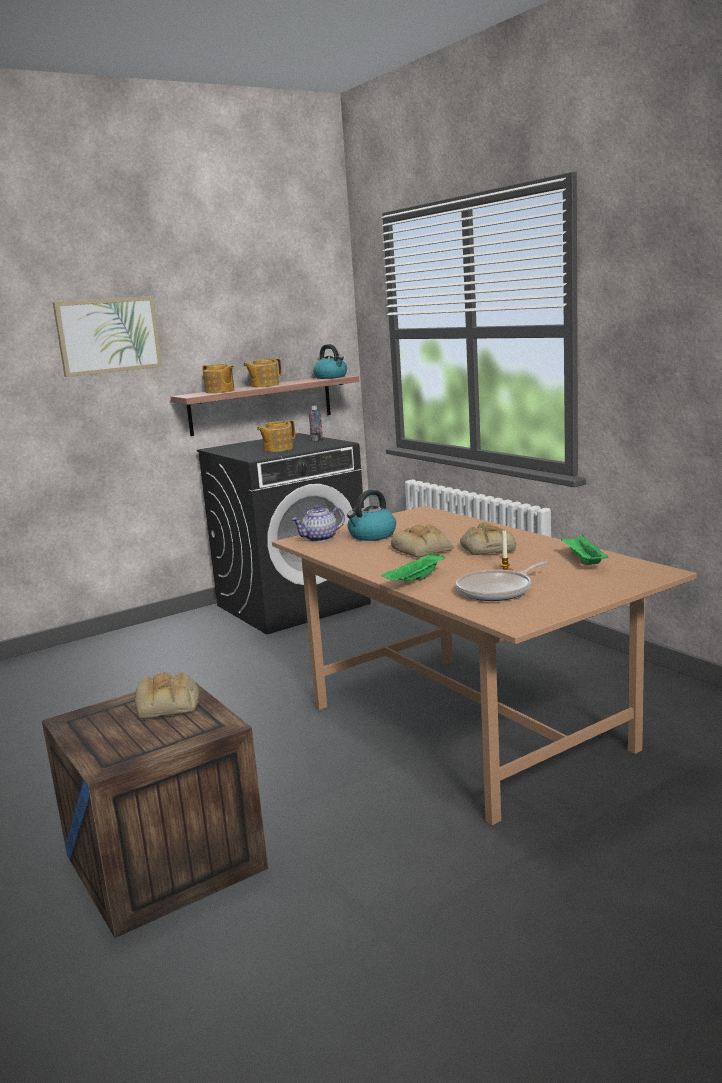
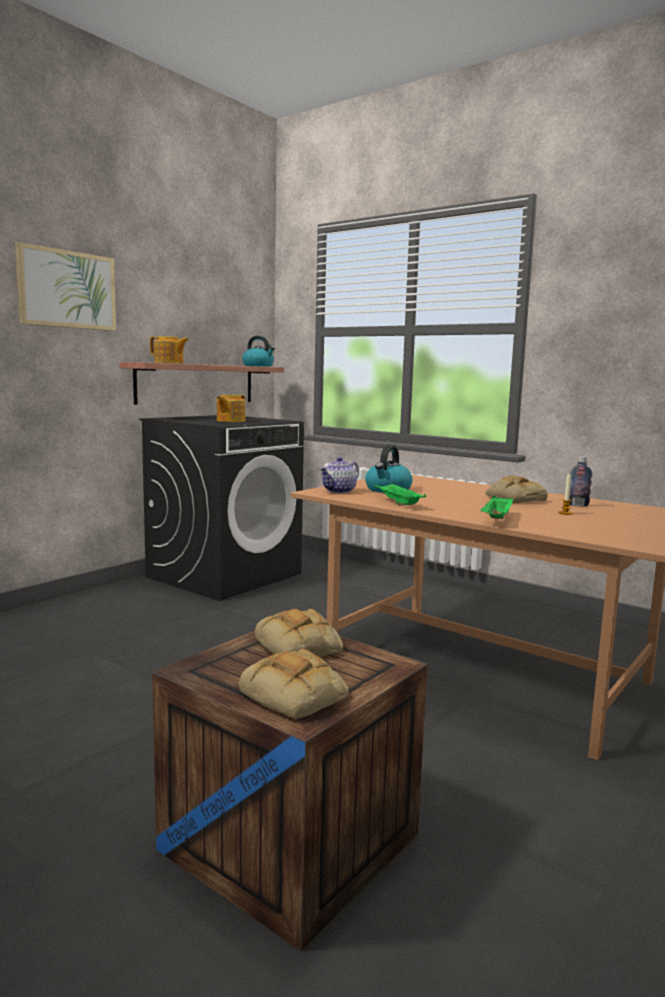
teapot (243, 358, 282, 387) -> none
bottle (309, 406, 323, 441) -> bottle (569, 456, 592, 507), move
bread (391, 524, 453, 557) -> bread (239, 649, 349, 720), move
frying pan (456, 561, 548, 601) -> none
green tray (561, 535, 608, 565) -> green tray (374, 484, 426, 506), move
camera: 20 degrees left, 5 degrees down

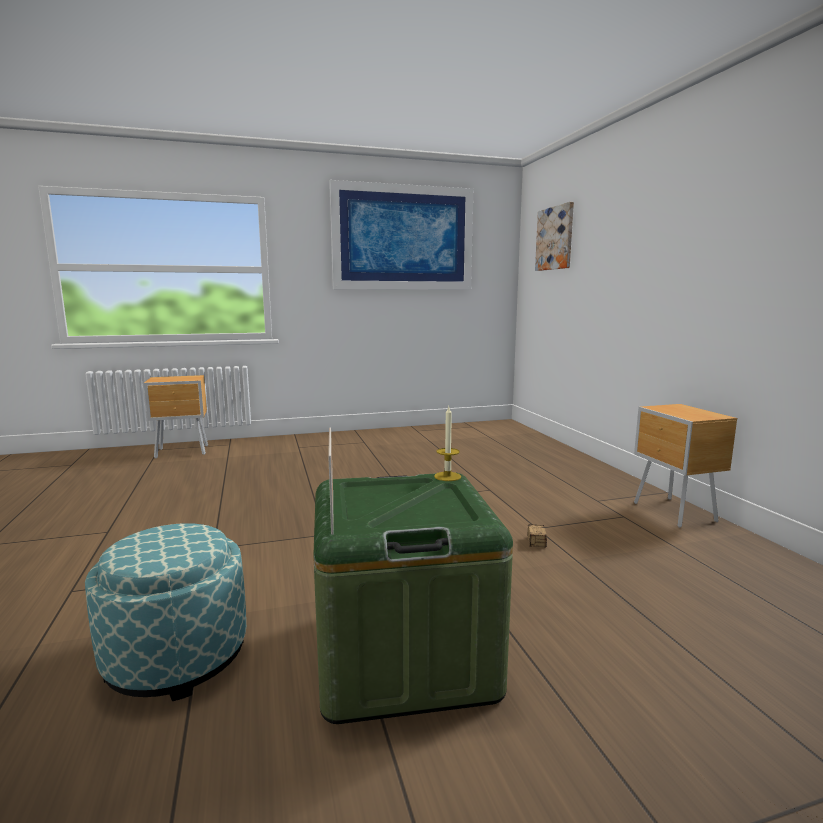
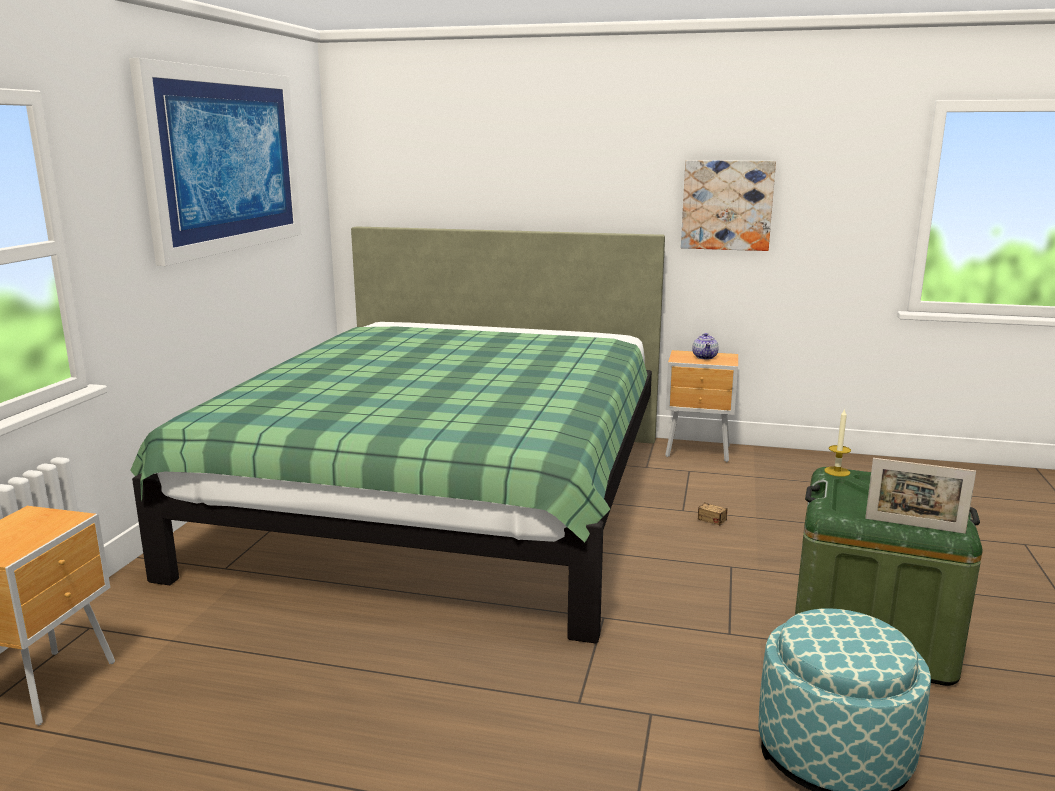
picture (535, 202, 574, 271) -> picture (681, 160, 776, 251), move
none -> green bed (130, 226, 665, 644)
none -> teapot (692, 333, 719, 359)
camera: 60 degrees left, 5 degrees up

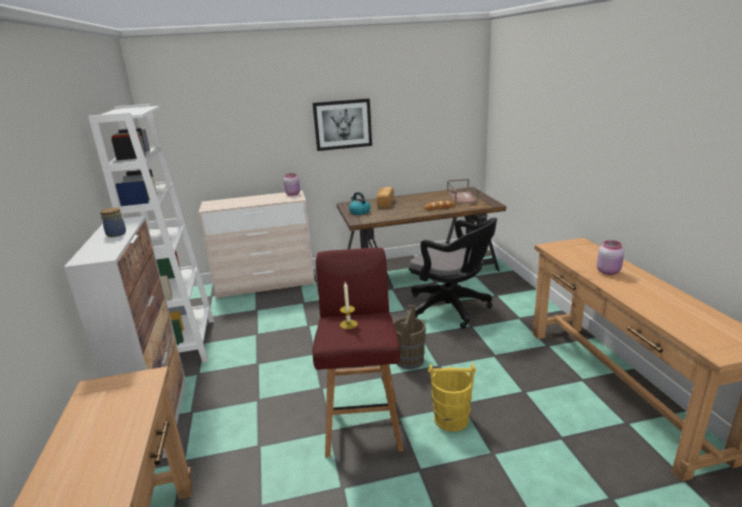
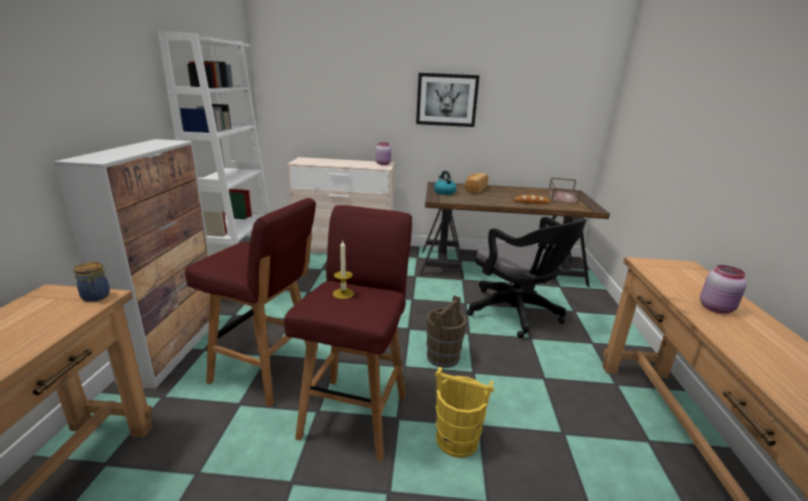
jar (100, 208, 126, 237) -> jar (73, 262, 110, 302), move
none -> red stool (185, 198, 317, 407)
camera: 15 degrees right, 0 degrees up

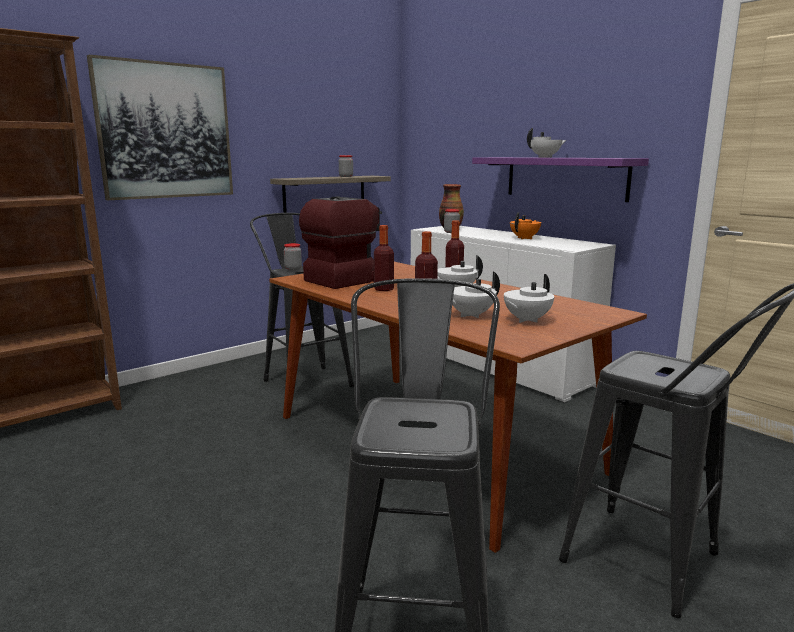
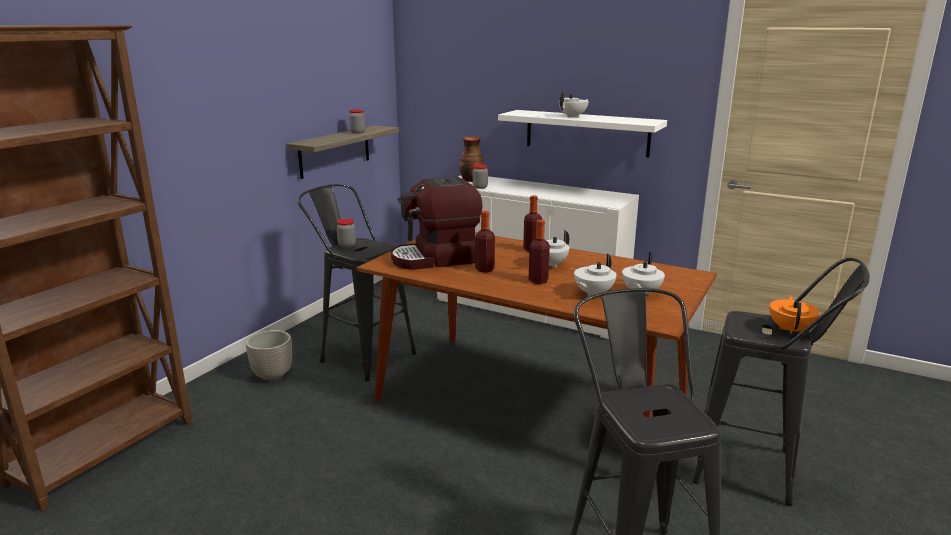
picture (87, 55, 233, 200) -> none
coffee machine (299, 197, 382, 289) -> coffee machine (391, 177, 483, 270), 135 degrees counterclockwise
purple shelf (472, 157, 649, 202) -> white shelf (498, 110, 667, 158)
orange teapot (510, 212, 541, 239) -> orange teapot (769, 295, 820, 335), move
none -> planter (246, 330, 292, 381)
camera: 20 degrees left, 5 degrees up

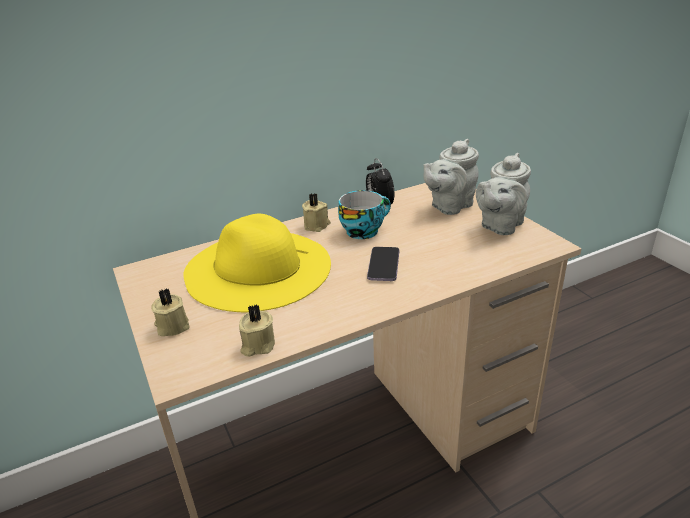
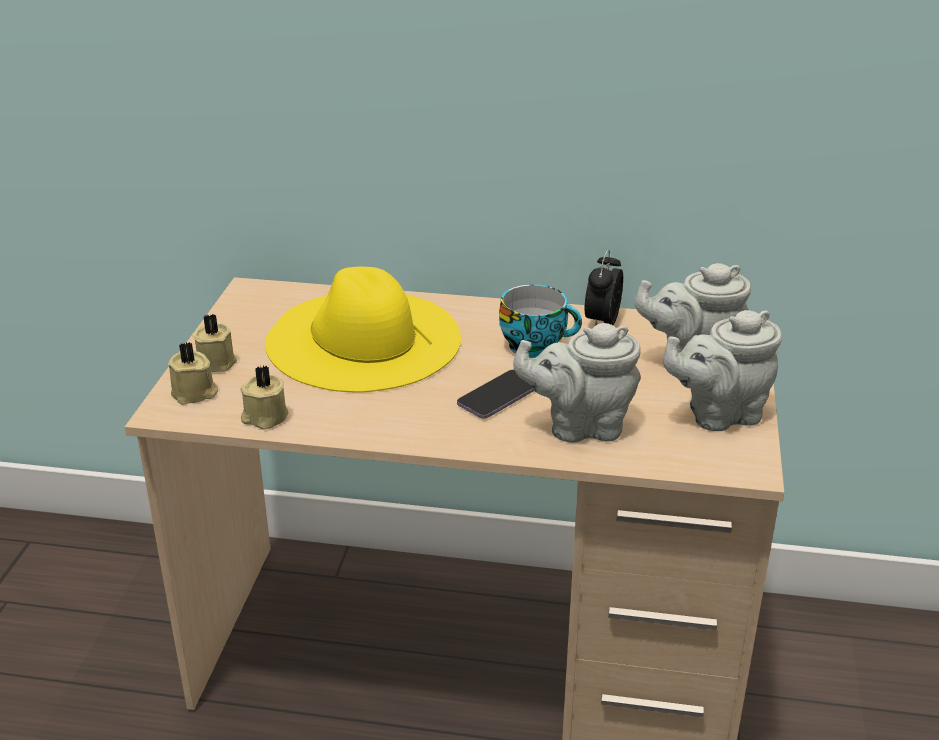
beige candle (302, 193, 331, 232) -> beige candle (168, 342, 218, 405), move
none -> grey teapot (513, 323, 641, 443)
camera: 35 degrees right, 0 degrees up

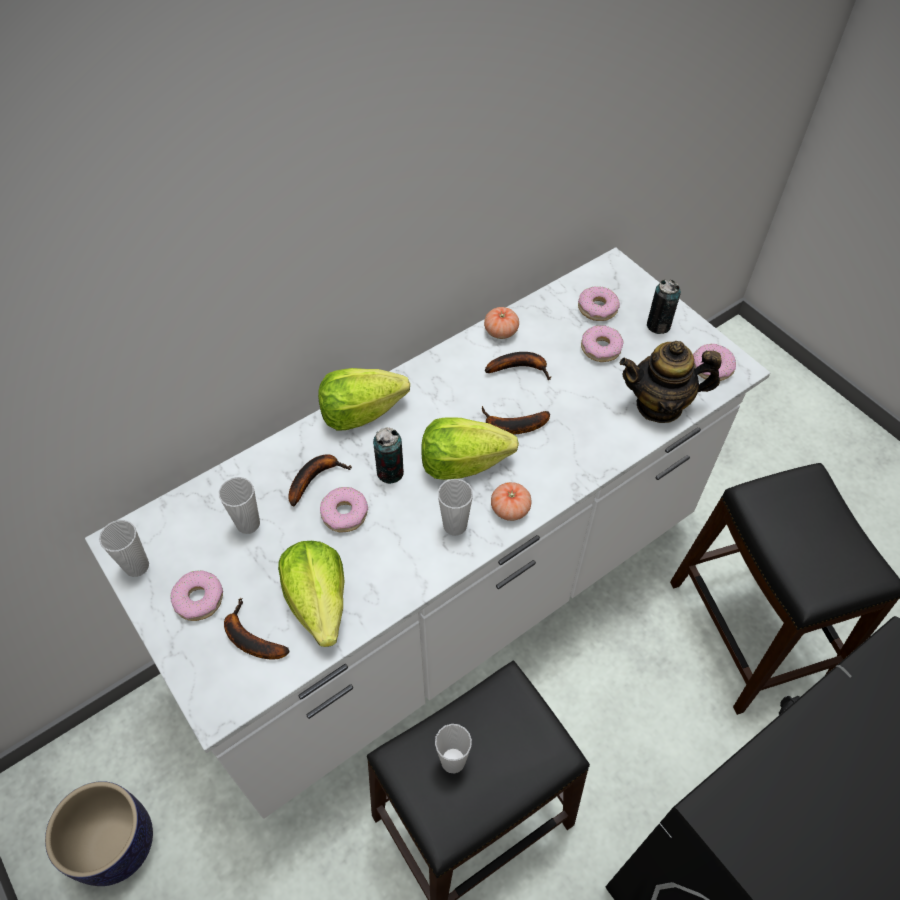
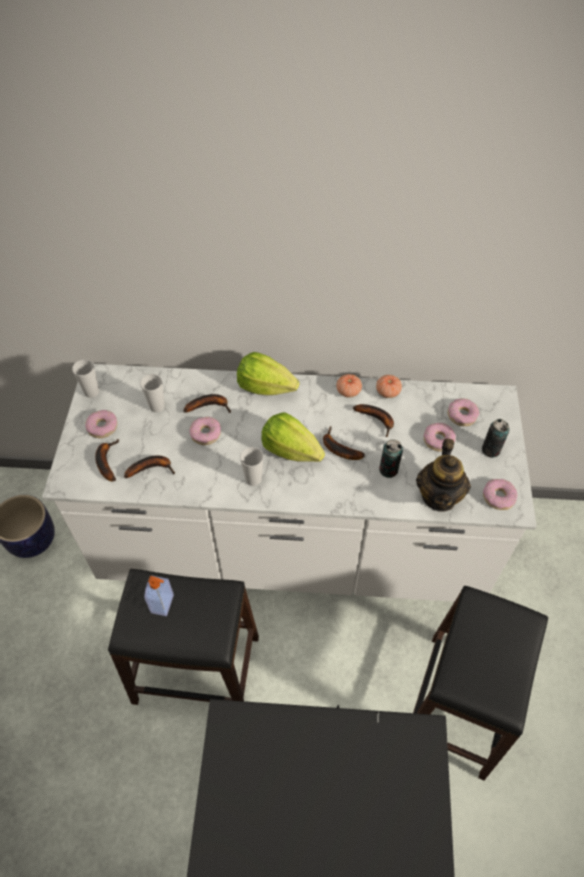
lettuce (278, 541, 344, 647) -> banana (124, 455, 175, 479)
can (373, 428, 404, 484) -> can (379, 440, 403, 478), move
cup (435, 724, 472, 774) -> soap dispenser (144, 576, 174, 616)
tomato (491, 482, 531, 521) -> tomato (337, 374, 362, 398), move
teapot (620, 341, 722, 423) -> teapot (416, 438, 471, 512), 120 degrees counterclockwise
camera: 40 degrees right, 0 degrees up

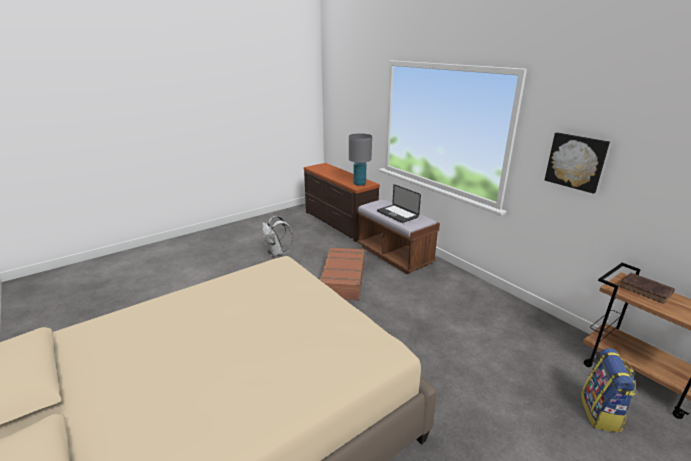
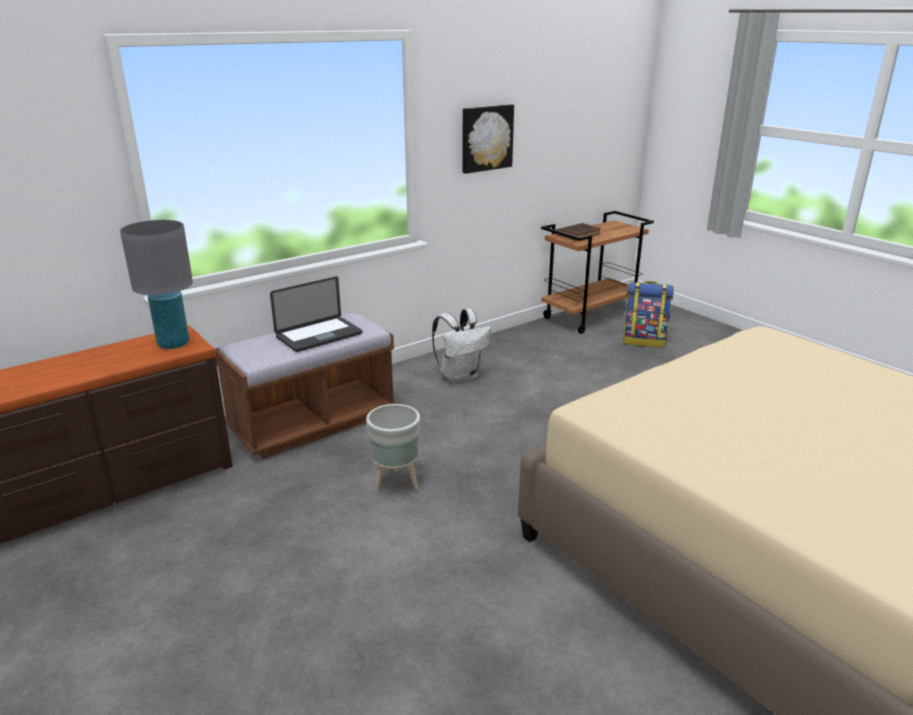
white backpack (262, 216, 293, 257) -> white backpack (432, 308, 491, 383), move
brown suitcase (320, 247, 365, 301) -> grey planter (366, 404, 420, 493)
camera: 90 degrees left, 0 degrees up

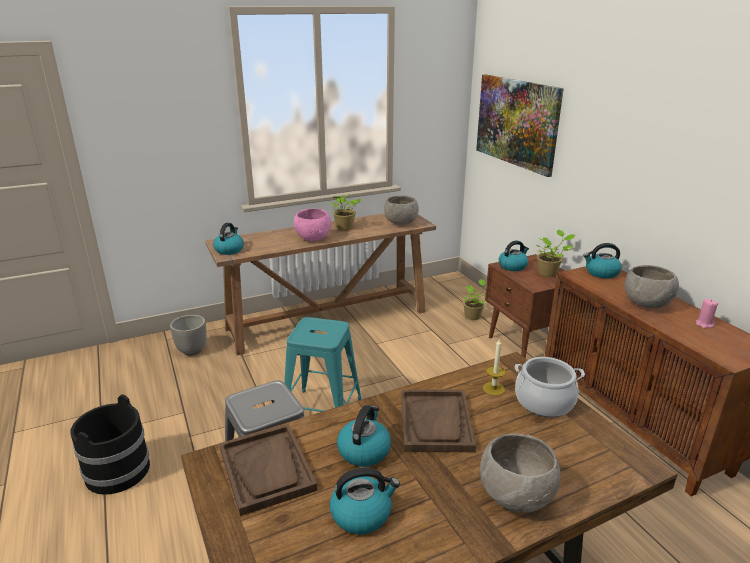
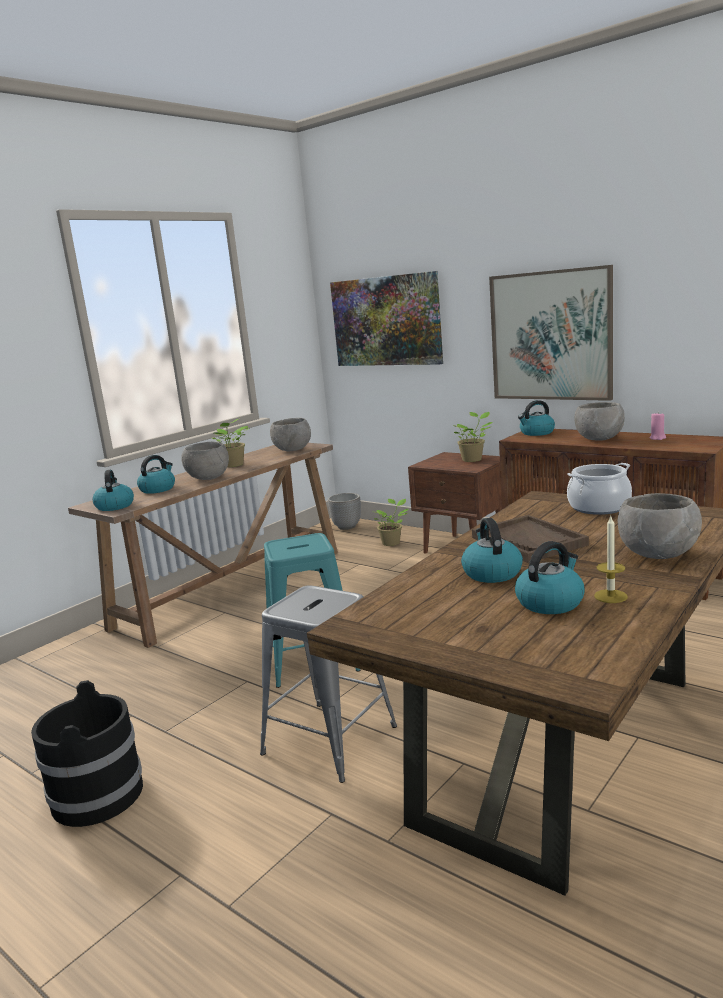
planter (170, 315, 207, 355) -> planter (328, 493, 361, 530), move
brown tray (219, 424, 318, 516) -> none
pink bowl (294, 209, 331, 241) -> grey bowl (181, 441, 229, 480)
candle (483, 338, 506, 396) -> candle (594, 516, 628, 603), move
kettle (499, 241, 529, 271) -> kettle (137, 455, 175, 494), move
none -> picture (489, 265, 613, 401)
camera: 25 degrees left, 10 degrees down

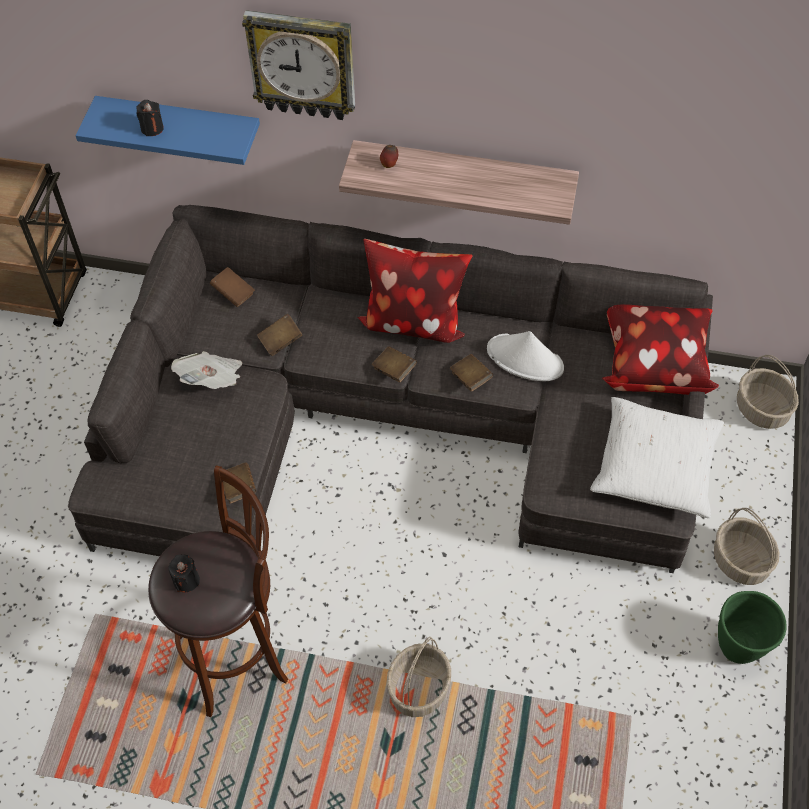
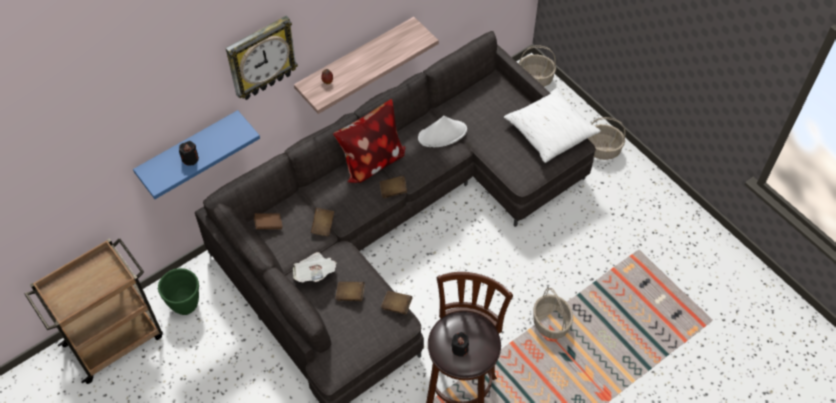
brown book (450, 354, 493, 392) -> brown book (335, 282, 365, 301), move
pillow (601, 304, 719, 395) -> none
green planter (718, 591, 787, 664) -> green planter (158, 268, 199, 315), move
camera: 50 degrees left, 0 degrees up

